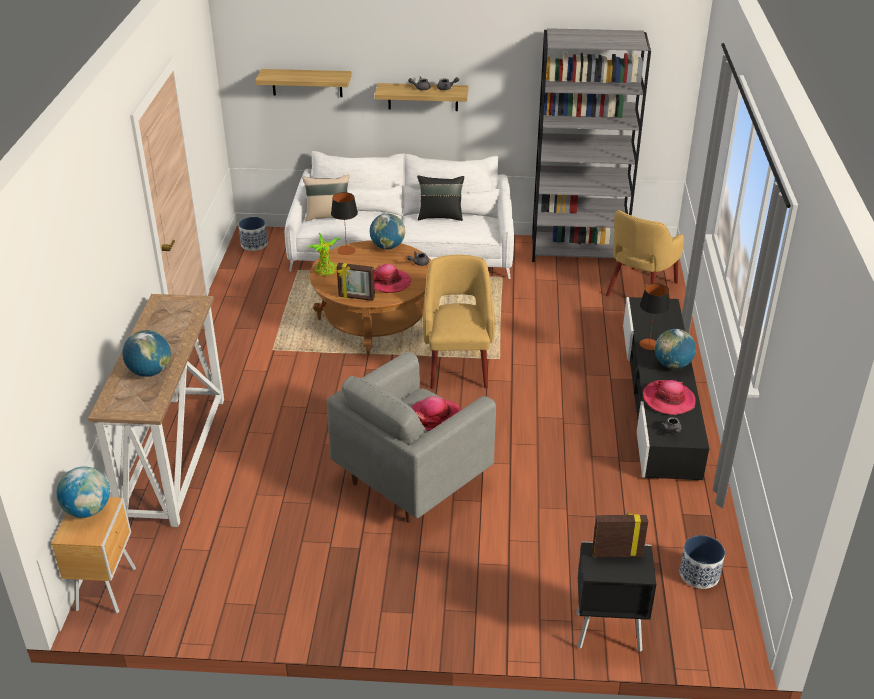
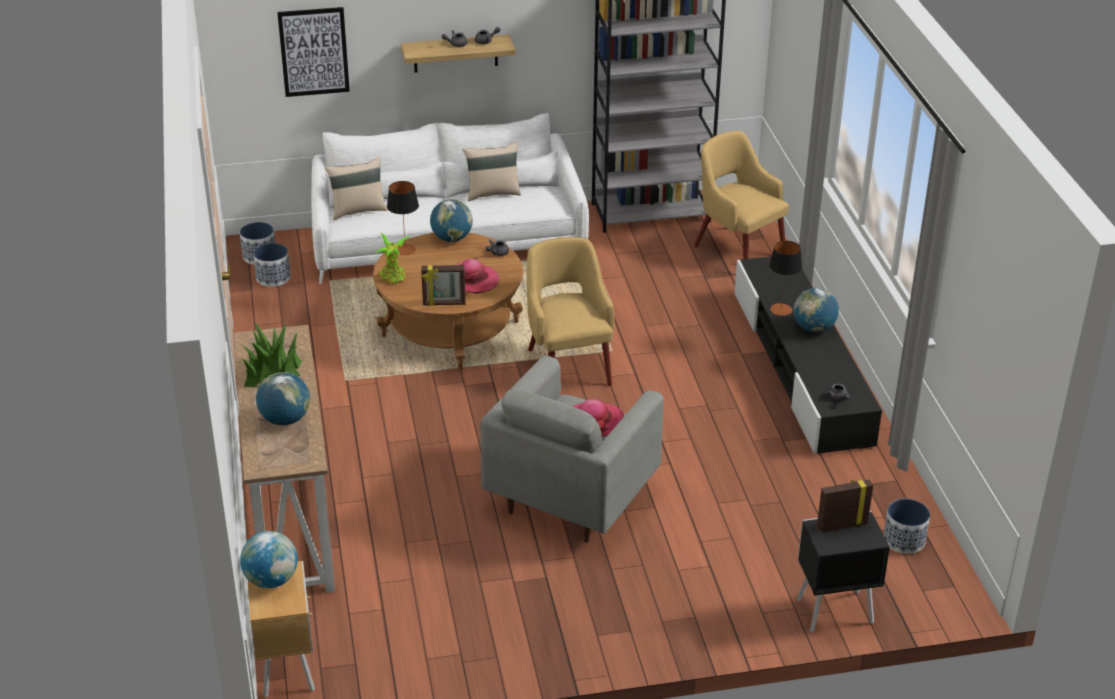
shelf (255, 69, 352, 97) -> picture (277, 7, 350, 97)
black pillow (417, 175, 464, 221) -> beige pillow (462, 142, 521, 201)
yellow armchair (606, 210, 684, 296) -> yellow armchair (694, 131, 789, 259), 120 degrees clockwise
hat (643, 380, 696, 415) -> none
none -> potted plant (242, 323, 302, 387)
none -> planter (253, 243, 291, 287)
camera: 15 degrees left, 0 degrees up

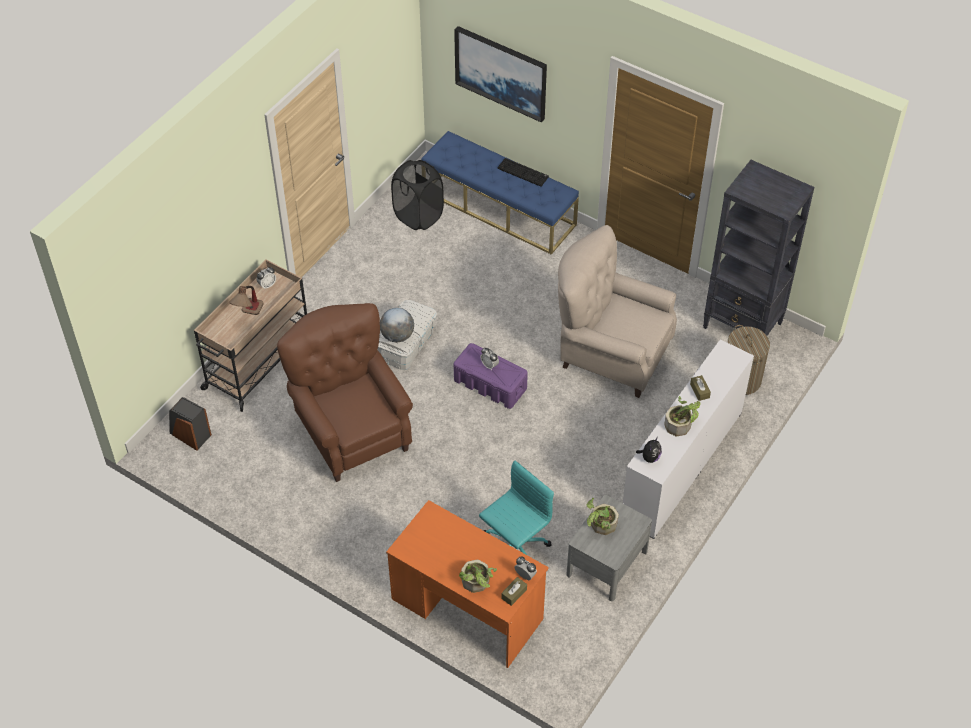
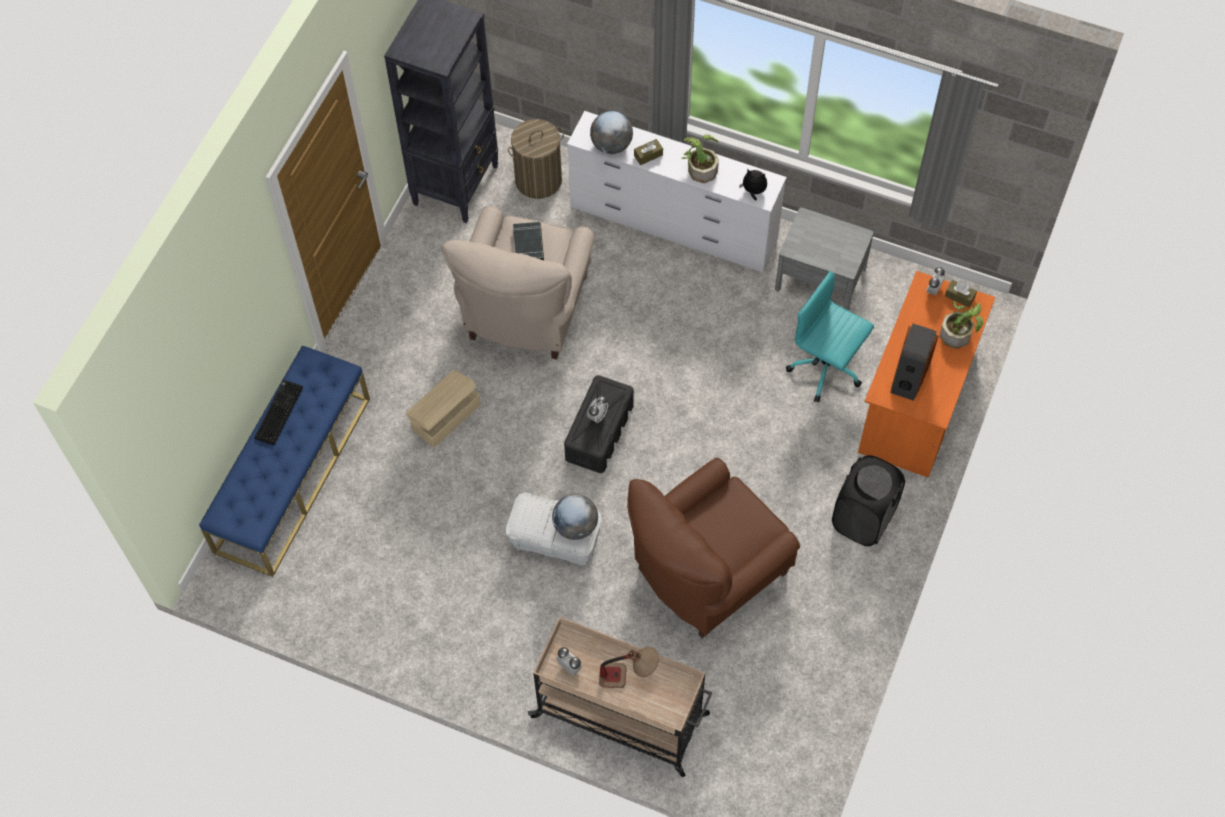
speaker (169, 397, 212, 451) -> speaker (890, 324, 938, 401), move
black laundry basket (391, 160, 444, 230) -> black laundry basket (832, 455, 905, 546), move
picture (454, 26, 547, 122) -> none
purple storage box (454, 343, 528, 409) -> black storage box (564, 375, 634, 473)
potted plant (586, 498, 619, 535) -> none
none -> beige storage box (406, 370, 481, 448)
none -> black book (513, 222, 544, 260)
none -> globe (590, 111, 633, 154)
camera: 100 degrees left, 10 degrees up

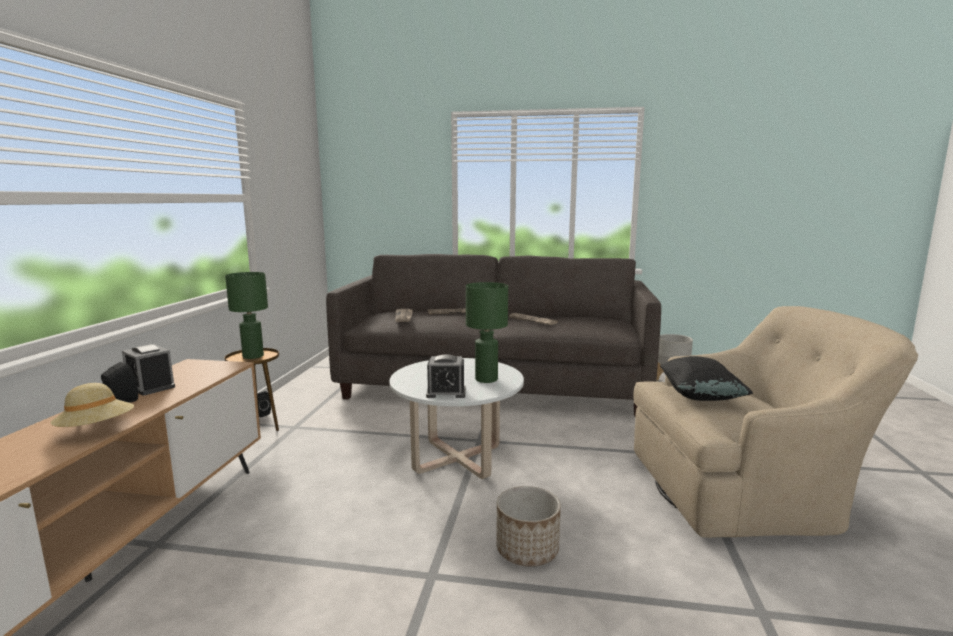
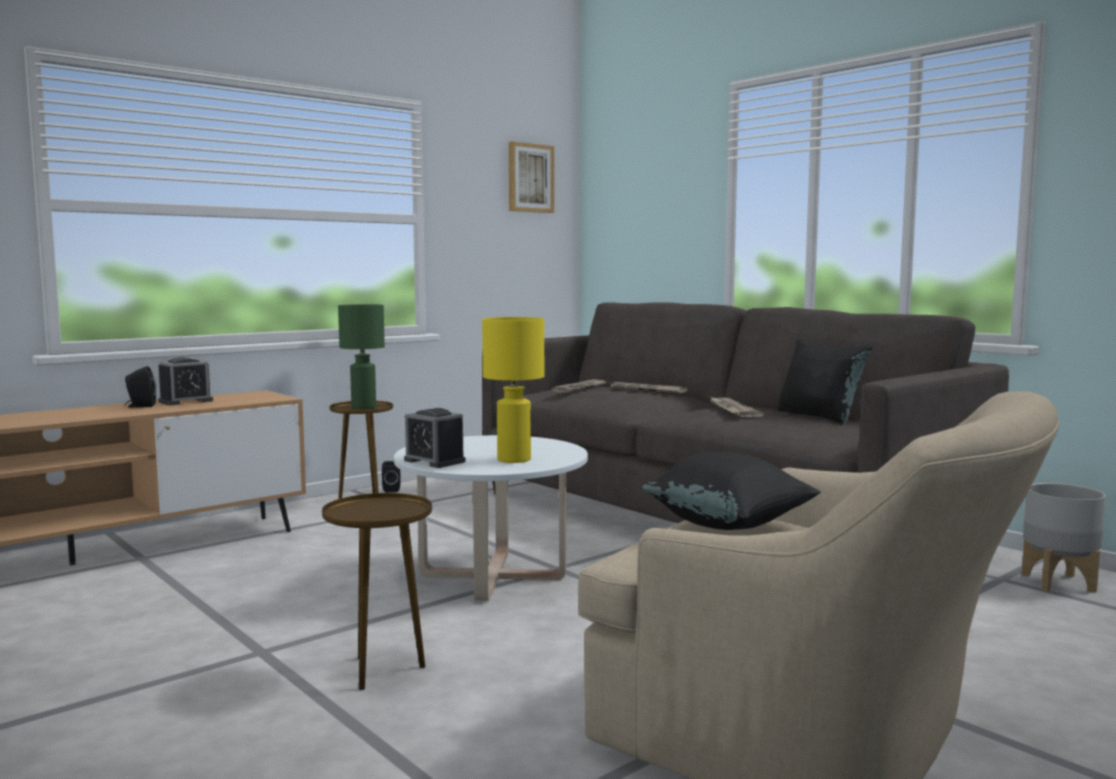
beige hat (51, 383, 134, 427) -> none
alarm clock (122, 344, 175, 395) -> alarm clock (158, 357, 213, 405), 120 degrees counterclockwise
green table lamp (466, 282, 508, 383) -> yellow table lamp (482, 317, 544, 463)
planter (496, 486, 561, 567) -> brown side table (322, 493, 432, 690)
none -> picture (509, 141, 554, 213)
none -> black pillow (777, 339, 872, 424)
camera: 40 degrees right, 5 degrees down

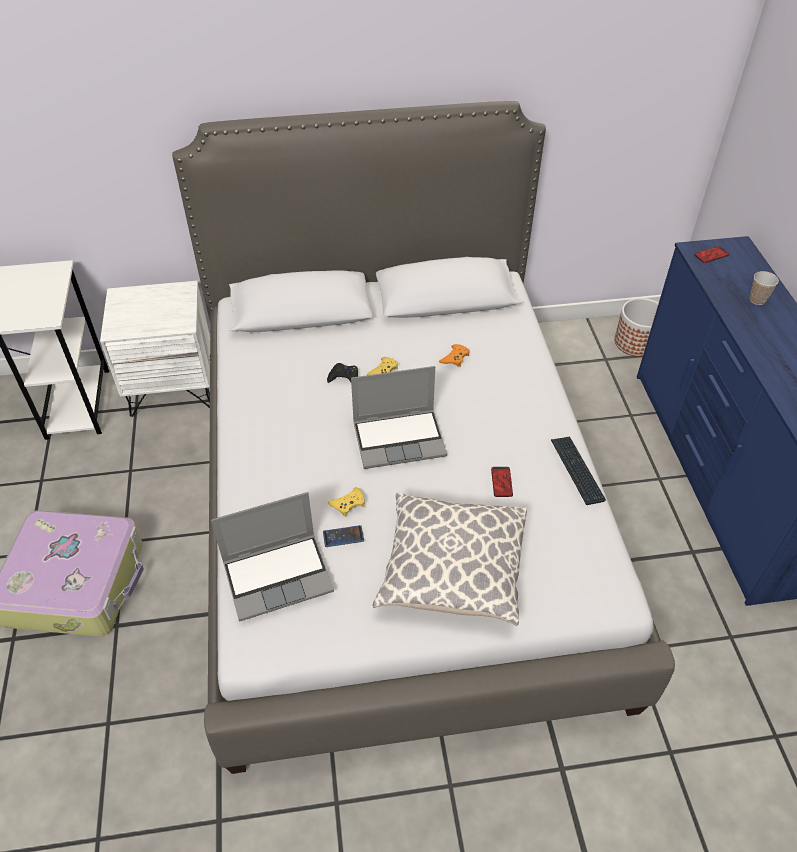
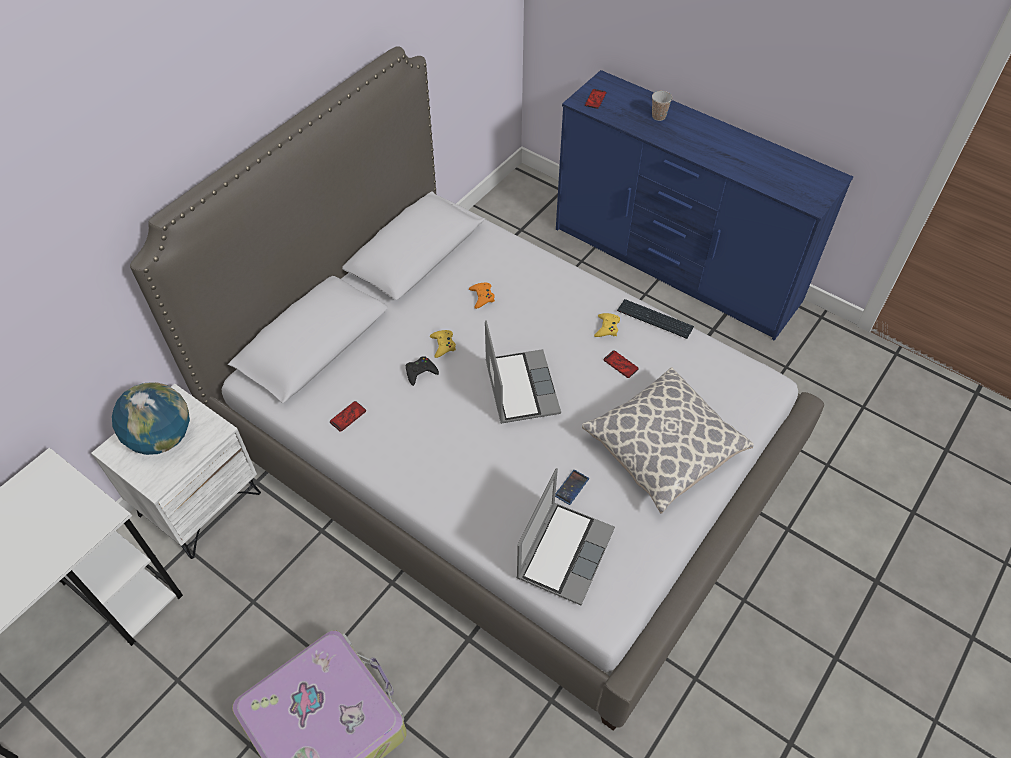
yellow game controller (328, 487, 365, 517) -> yellow game controller (594, 313, 620, 337), move
laptop (351, 366, 447, 469) -> laptop (485, 320, 561, 424), 45 degrees counterclockwise
planter (614, 298, 659, 357) -> none
none -> globe (112, 382, 190, 455)
none -> phone (330, 401, 366, 432)
camera: 45 degrees left, 5 degrees up

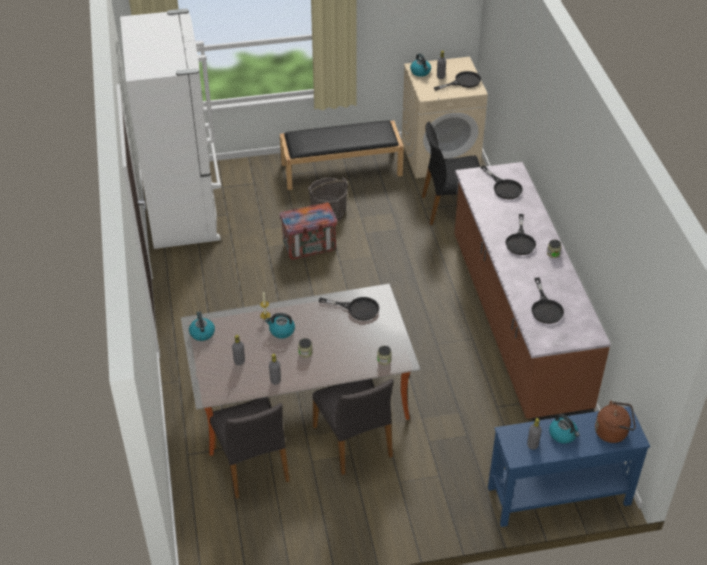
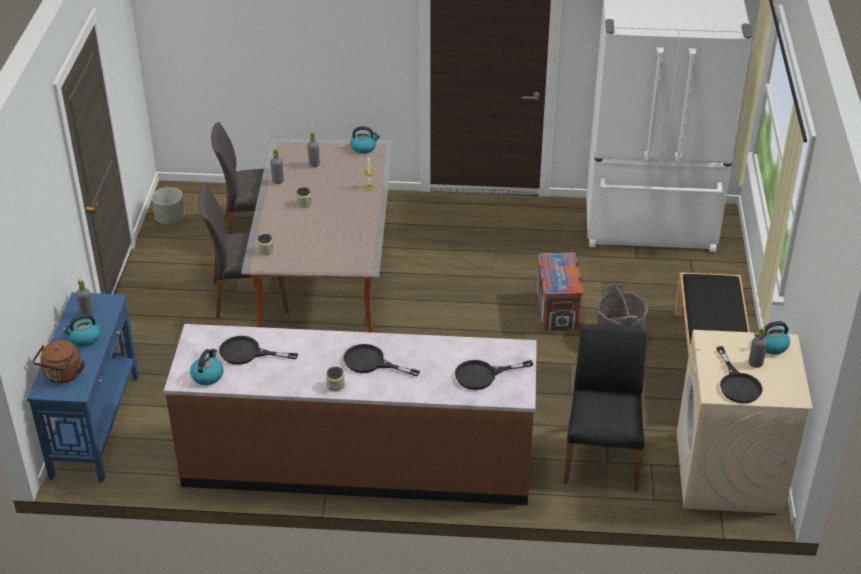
kettle (265, 313, 295, 339) -> kettle (190, 349, 224, 385), move
black frying pan (319, 297, 379, 321) -> none
none -> grey planter (152, 187, 185, 224)
camera: 105 degrees right, 5 degrees down

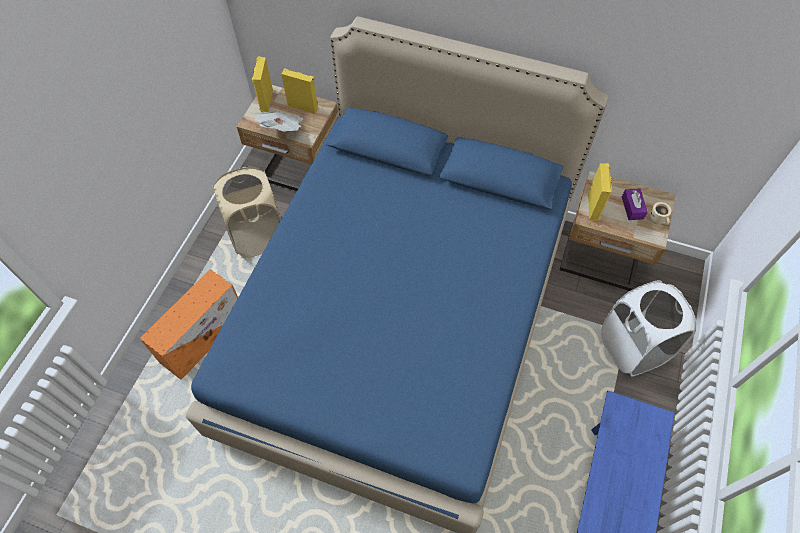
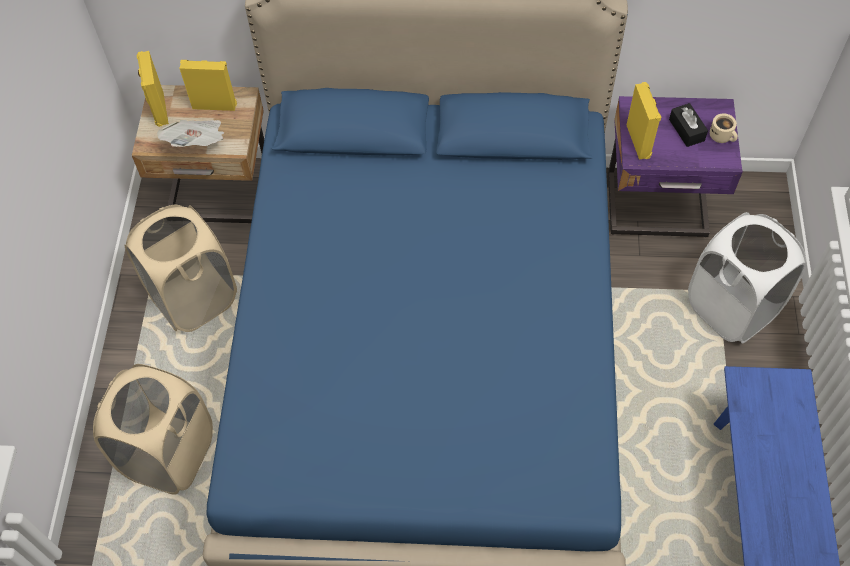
orange storage box (140, 269, 238, 380) -> beige laundry basket (93, 364, 213, 495)
beige nightstand (559, 171, 676, 291) -> purple nightstand (608, 96, 743, 237)
purple tissue box (622, 189, 648, 220) -> black tissue box (669, 103, 708, 147)
camera: 15 degrees left, 0 degrees up

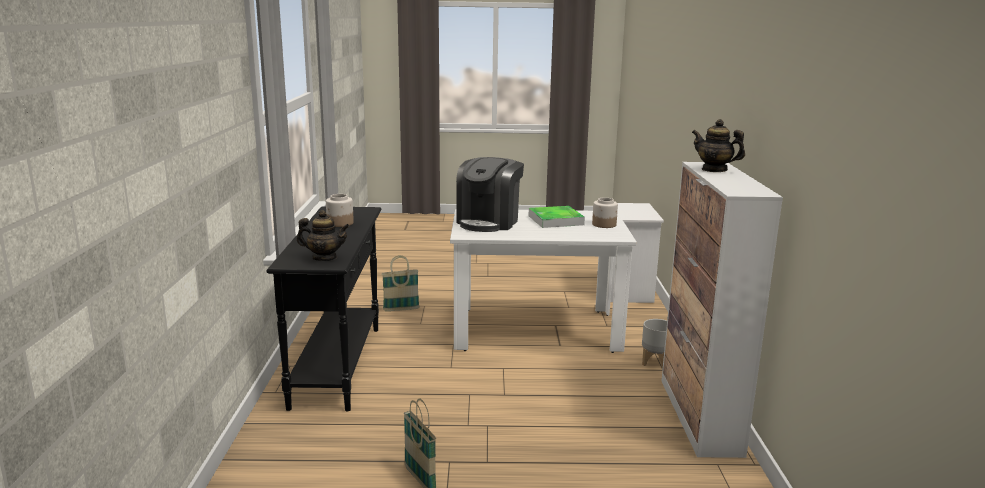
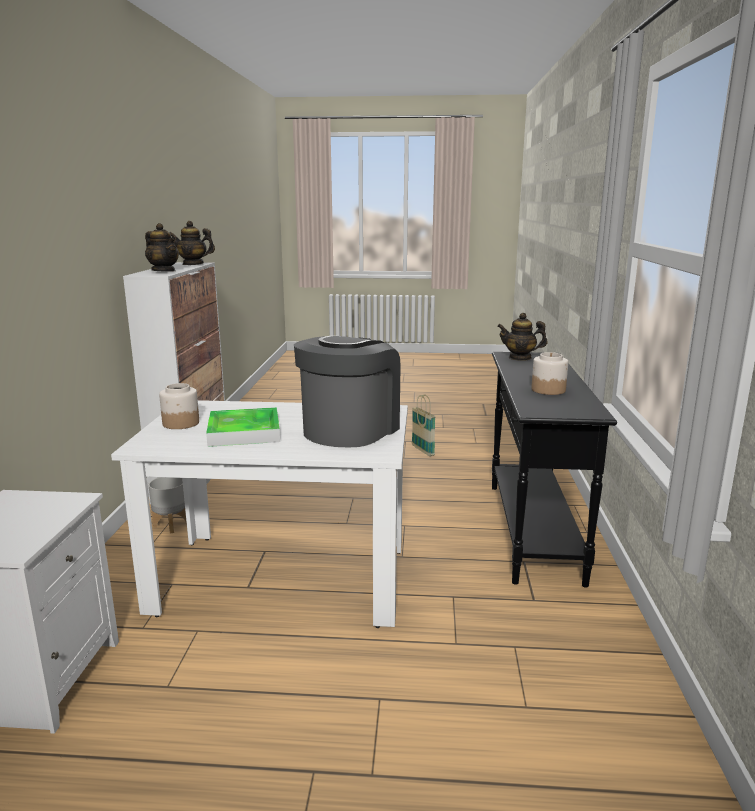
basket (382, 255, 420, 311) -> none
none -> teapot (170, 221, 215, 265)
camera: 175 degrees left, 0 degrees up

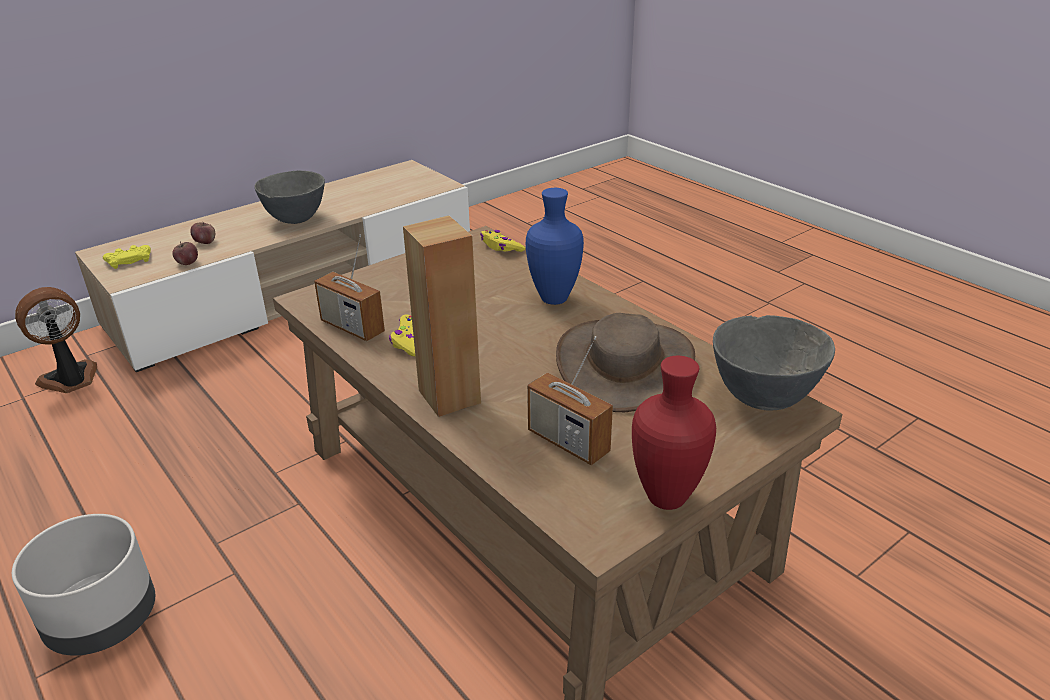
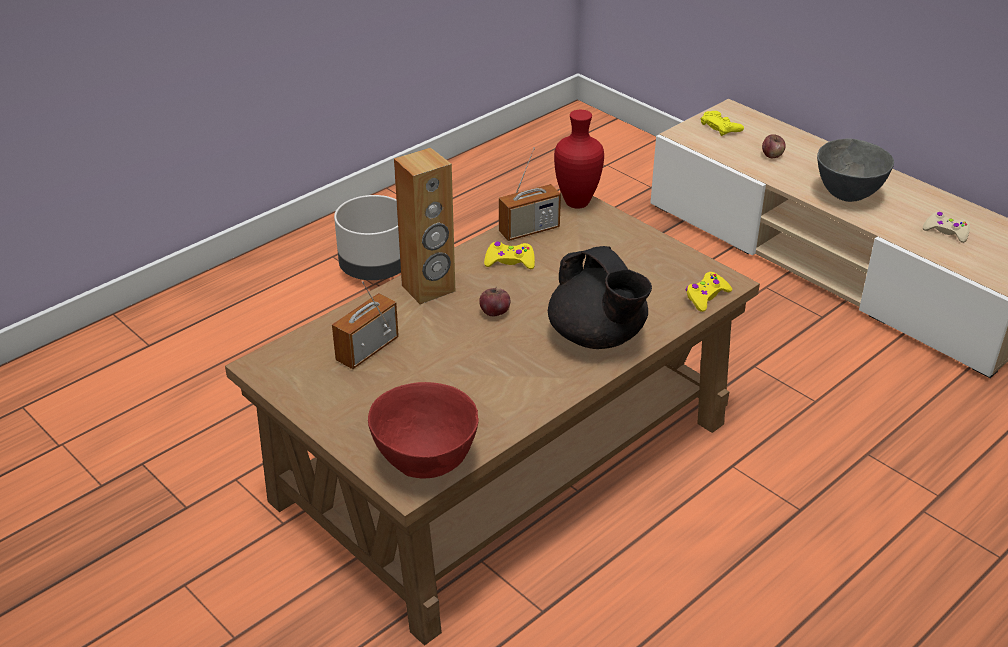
fan (15, 287, 97, 393) -> none
apple (172, 241, 198, 265) -> apple (479, 287, 510, 316), move
radio (314, 234, 385, 341) -> radio (499, 147, 561, 241), 150 degrees counterclockwise
blue vase (526, 188, 584, 305) -> black teapot (548, 246, 652, 349)
brown hat (556, 313, 695, 412) -> none
red vase (632, 356, 716, 510) -> red vase (554, 110, 604, 209), move
grey bowl (713, 315, 835, 411) -> red bowl (368, 382, 479, 479)
none -> beige game controller (923, 212, 970, 243)
camera: 85 degrees right, 5 degrees up

